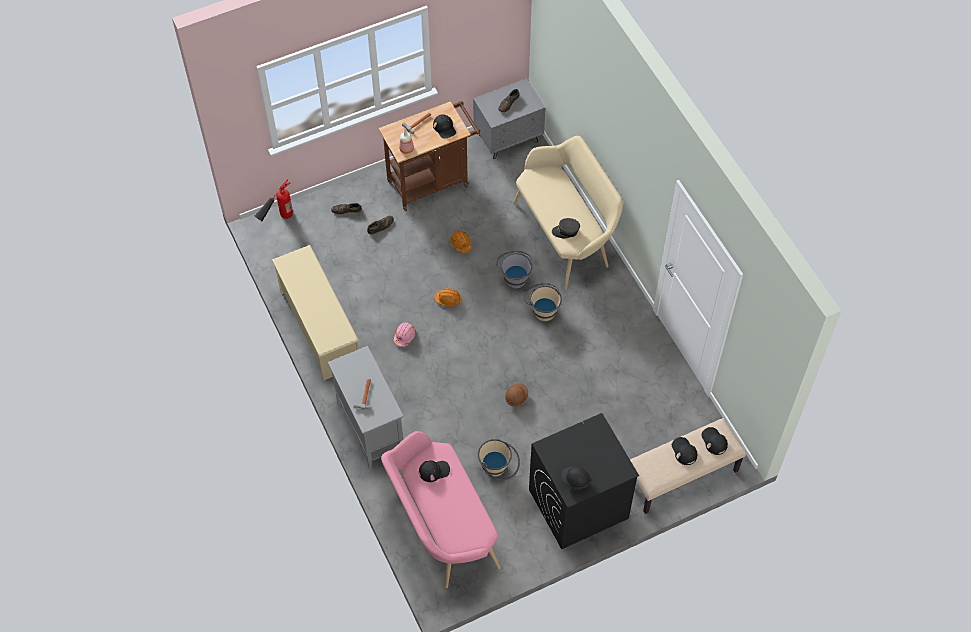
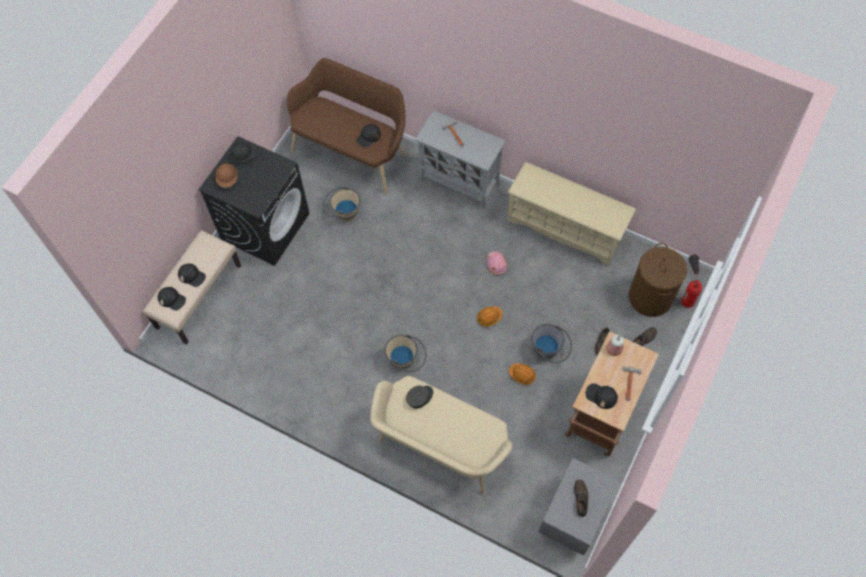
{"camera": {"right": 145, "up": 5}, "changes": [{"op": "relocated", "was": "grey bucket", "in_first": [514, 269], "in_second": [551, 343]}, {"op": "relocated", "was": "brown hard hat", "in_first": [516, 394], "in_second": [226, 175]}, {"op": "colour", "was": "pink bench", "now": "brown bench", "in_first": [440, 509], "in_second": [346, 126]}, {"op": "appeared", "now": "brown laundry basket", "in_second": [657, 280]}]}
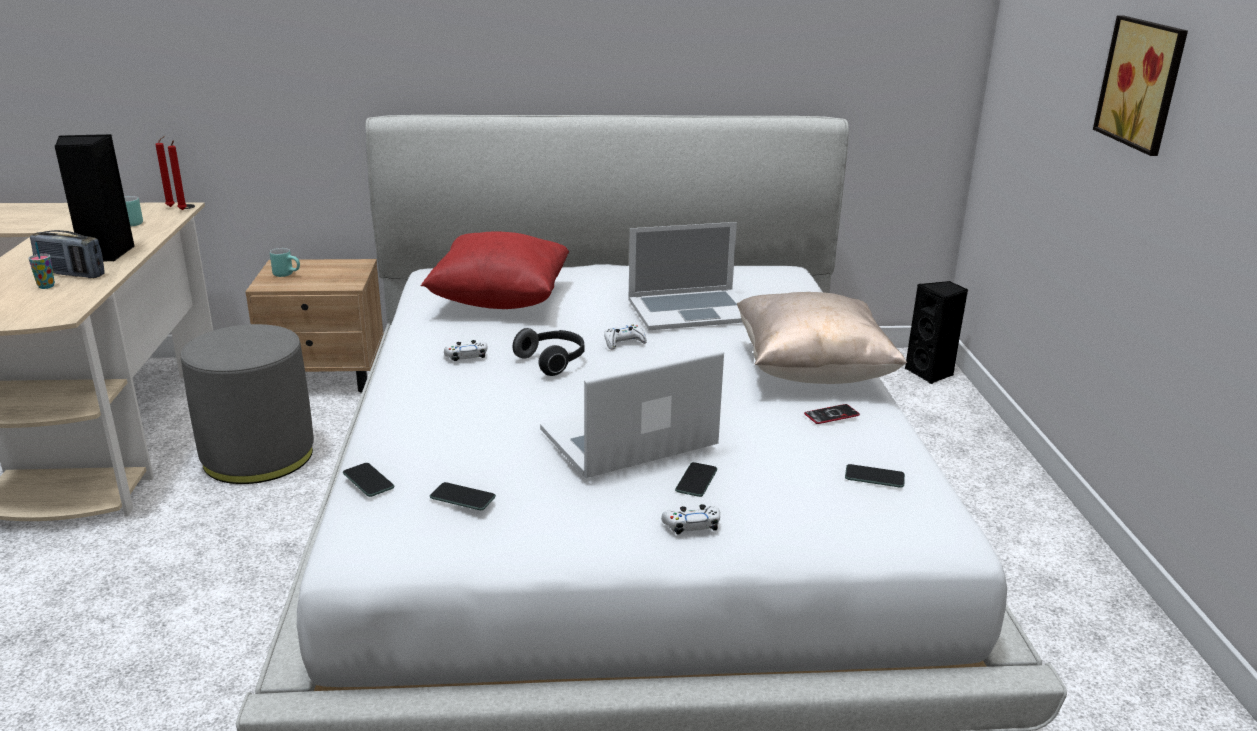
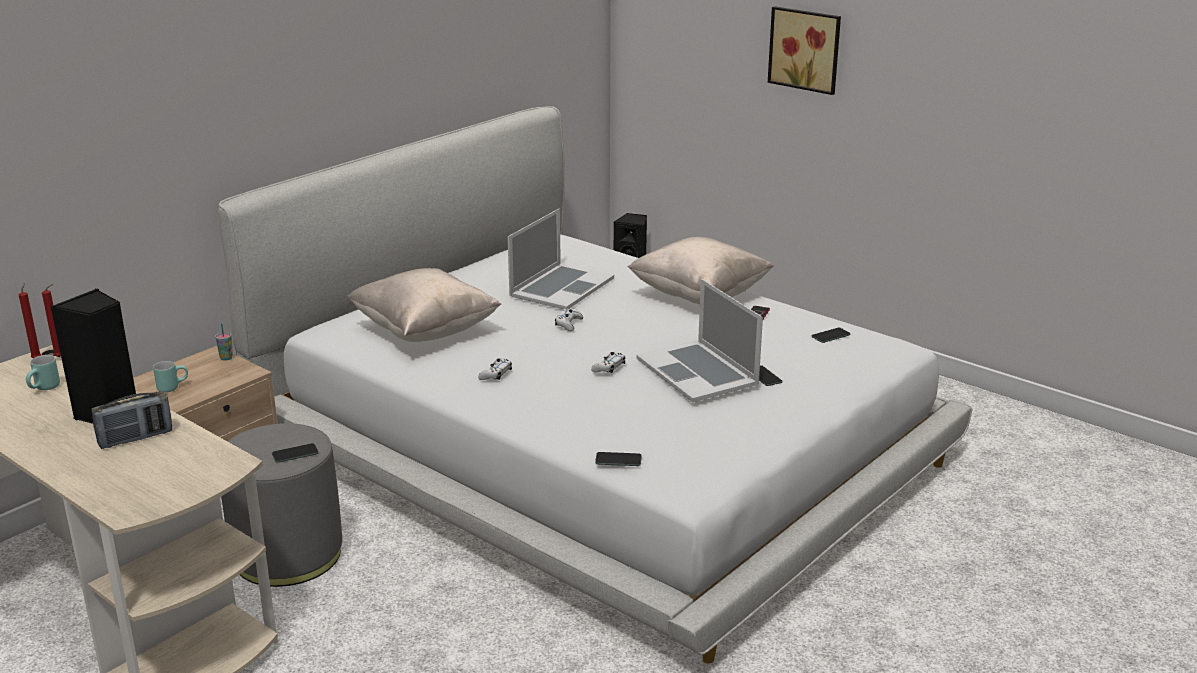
{"camera": {"right": -45, "up": 0}, "changes": [{"op": "colour", "was": "red pillow", "now": "beige pillow", "in_first": [495, 270], "in_second": [424, 305]}, {"op": "relocated", "was": "cup", "in_first": [41, 265], "in_second": [224, 342]}, {"op": "missing", "was": "headphones", "in_first": [549, 352]}, {"op": "spun", "was": "laptop", "in_first": [632, 414], "in_second": [699, 340], "clockwise": -45}, {"op": "relocated", "was": "phone", "in_first": [463, 496], "in_second": [295, 453]}, {"op": "relocated", "was": "white game controller", "in_first": [690, 519], "in_second": [608, 362]}]}
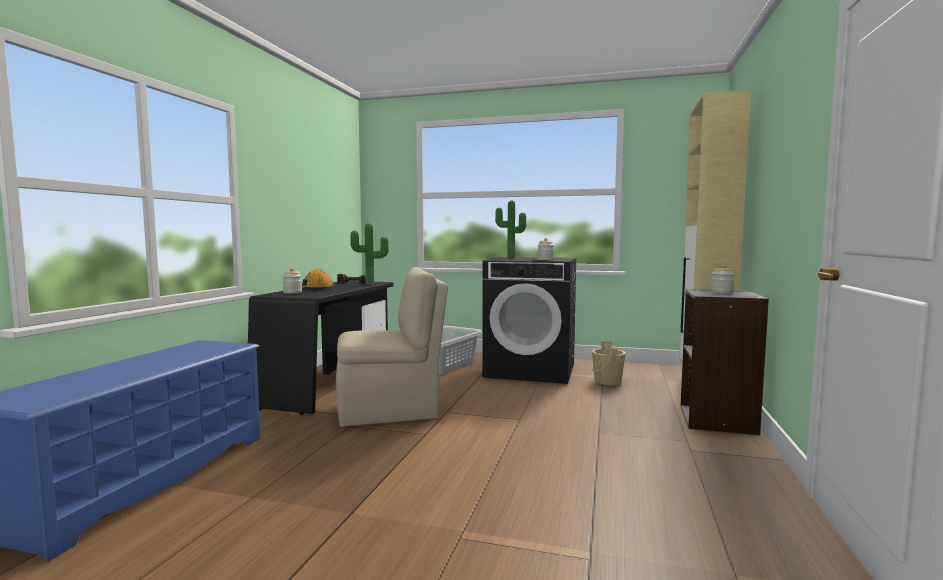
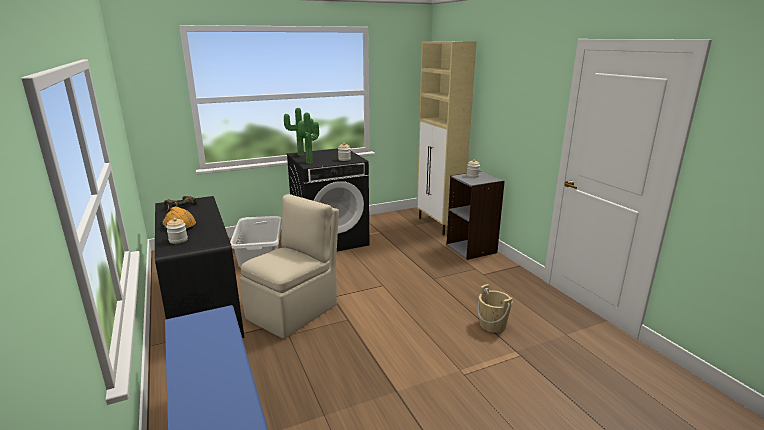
{"camera": {"right": -40, "up": 15}, "changes": [{"op": "relocated", "was": "potted plant", "in_first": [369, 254], "in_second": [308, 138]}, {"op": "relocated", "was": "beige bucket", "in_first": [609, 363], "in_second": [495, 308]}]}
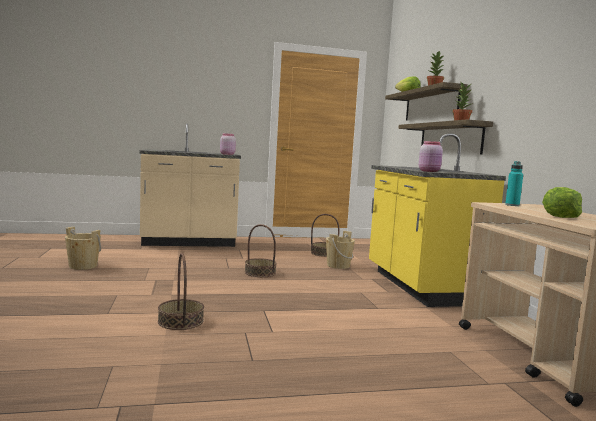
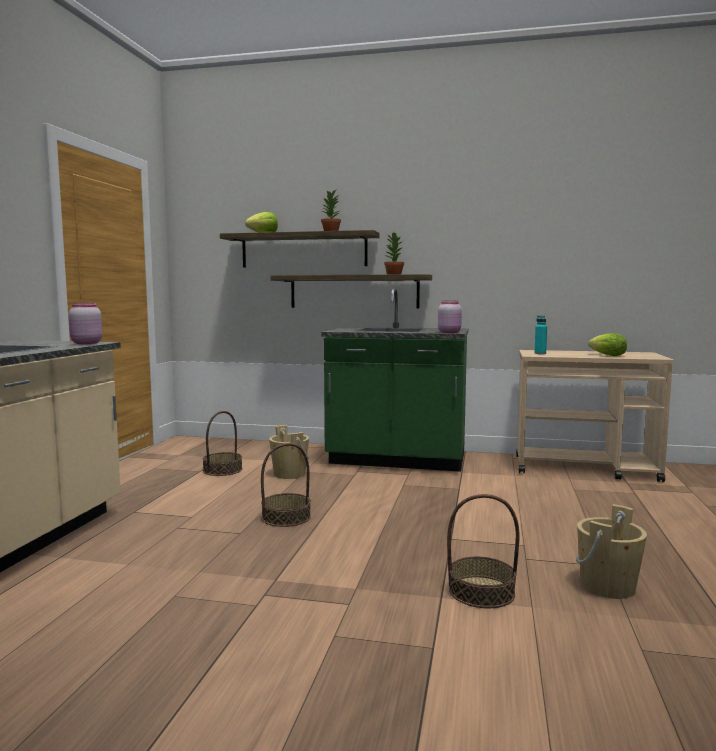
{"camera": {"right": -65, "up": 0}, "changes": [{"op": "colour", "was": "yellow counter", "now": "green counter", "in_first": [437, 220], "in_second": [395, 380]}, {"op": "relocated", "was": "beige bucket", "in_first": [83, 248], "in_second": [611, 551]}]}
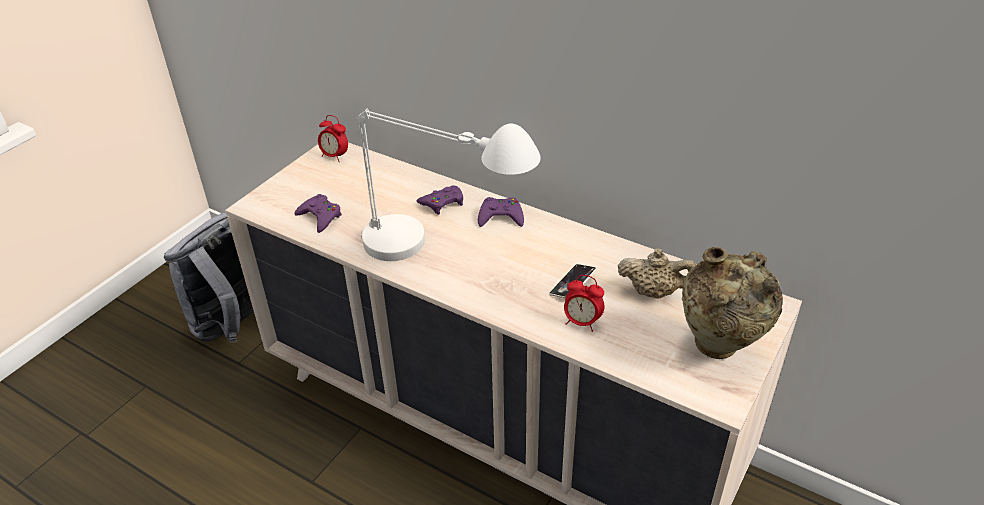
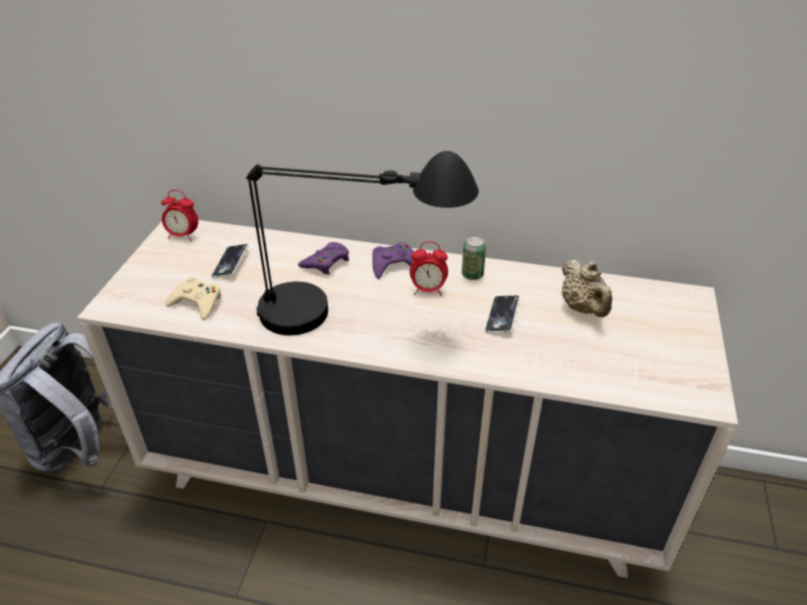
{"camera": {"right": -20, "up": 0}, "changes": [{"op": "colour", "was": "white table lamp", "now": "black table lamp", "in_first": [448, 184], "in_second": [362, 243]}, {"op": "colour", "was": "purple game controller", "now": "beige game controller", "in_first": [318, 213], "in_second": [193, 298]}, {"op": "missing", "was": "beige vase", "in_first": [732, 303]}, {"op": "spun", "was": "beige teapot", "in_first": [657, 273], "in_second": [587, 288], "clockwise": 75}, {"op": "relocated", "was": "alarm clock", "in_first": [584, 303], "in_second": [429, 269]}, {"op": "appeared", "now": "can", "in_second": [474, 258]}, {"op": "appeared", "now": "phone", "in_second": [229, 261]}]}
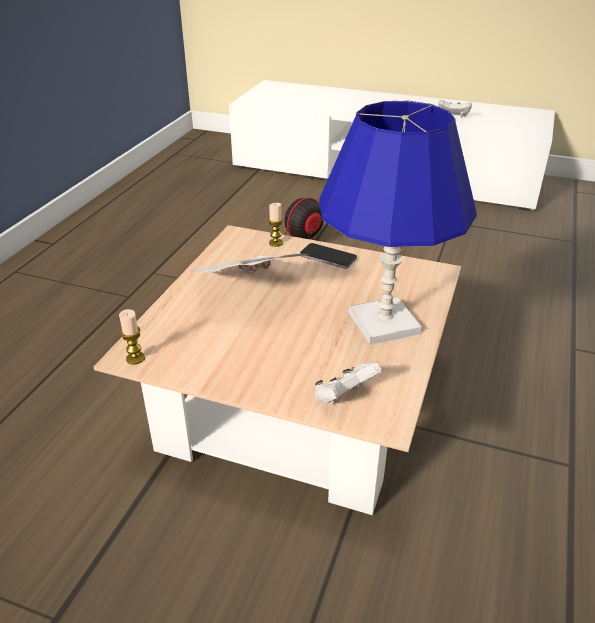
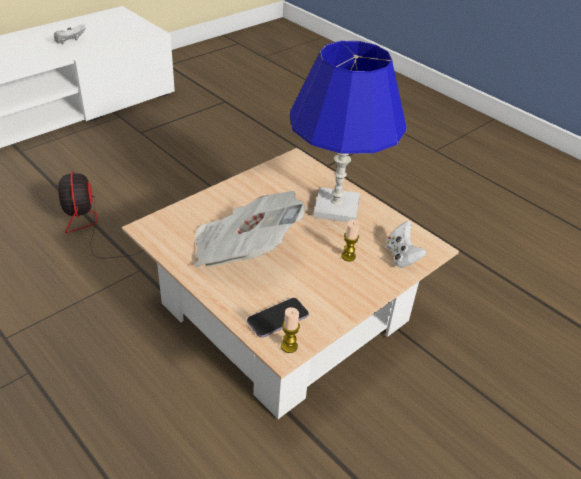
{"camera": {"right": -65, "up": 5}, "changes": [{"op": "relocated", "was": "candle", "in_first": [275, 225], "in_second": [350, 241]}, {"op": "relocated", "was": "phone", "in_first": [328, 256], "in_second": [278, 318]}]}
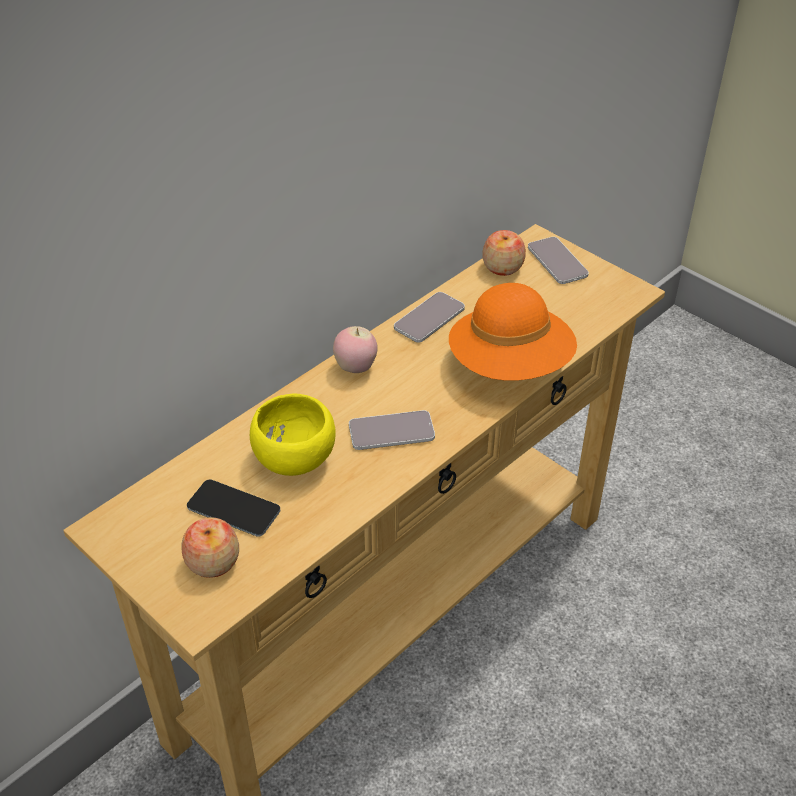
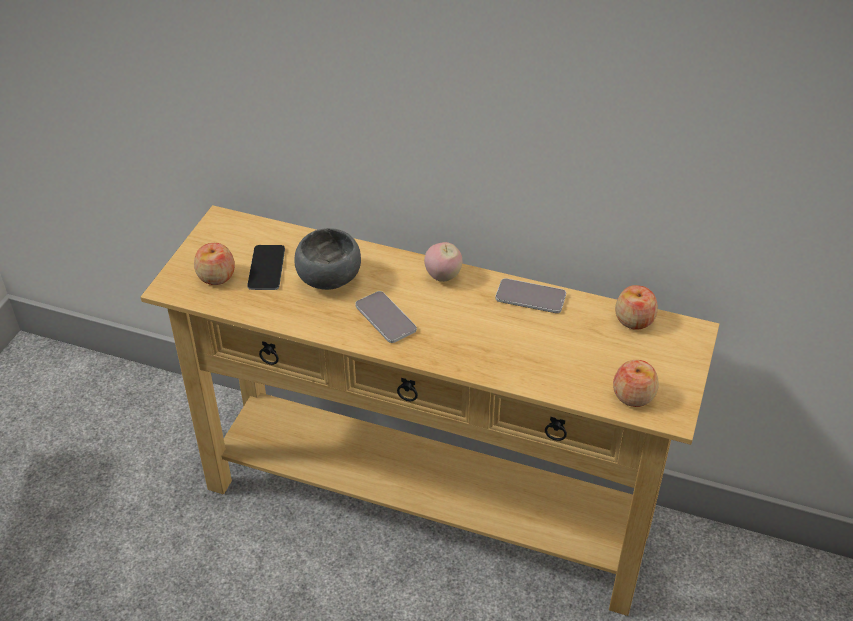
{"camera": {"right": 65, "up": 0}, "changes": [{"op": "missing", "was": "phone", "in_first": [558, 260]}, {"op": "missing", "was": "orange hat", "in_first": [513, 332]}, {"op": "colour", "was": "yellow bowl", "now": "grey bowl", "in_first": [293, 434], "in_second": [328, 259]}, {"op": "appeared", "now": "apple", "in_second": [636, 383]}]}
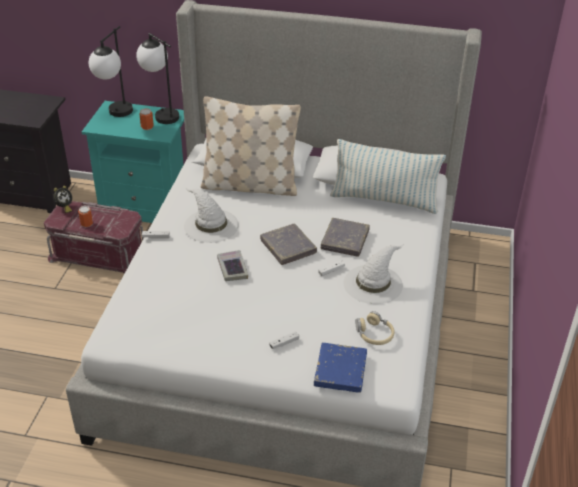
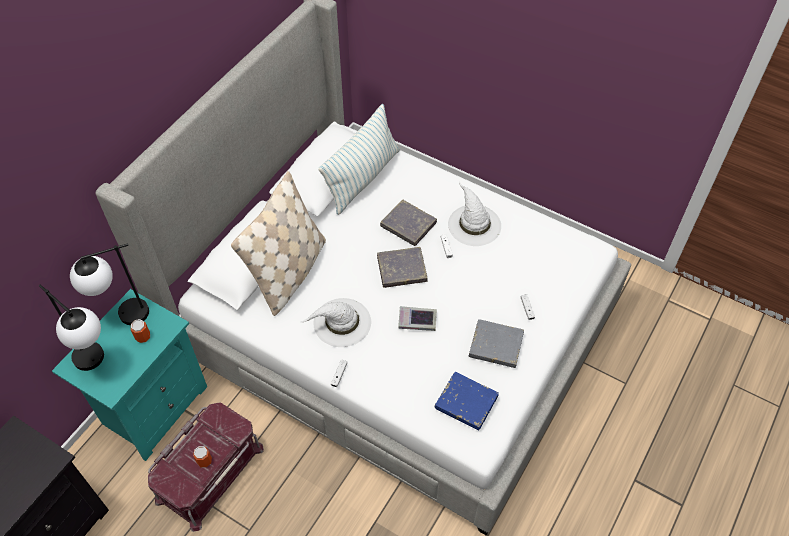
{"camera": {"right": -70, "up": 15}, "changes": [{"op": "missing", "was": "alarm clock", "in_first": [62, 199]}, {"op": "missing", "was": "beige headphones", "in_first": [375, 328]}, {"op": "relocated", "was": "blue book", "in_first": [340, 368], "in_second": [466, 401]}, {"op": "appeared", "now": "grey book", "in_second": [496, 343]}]}
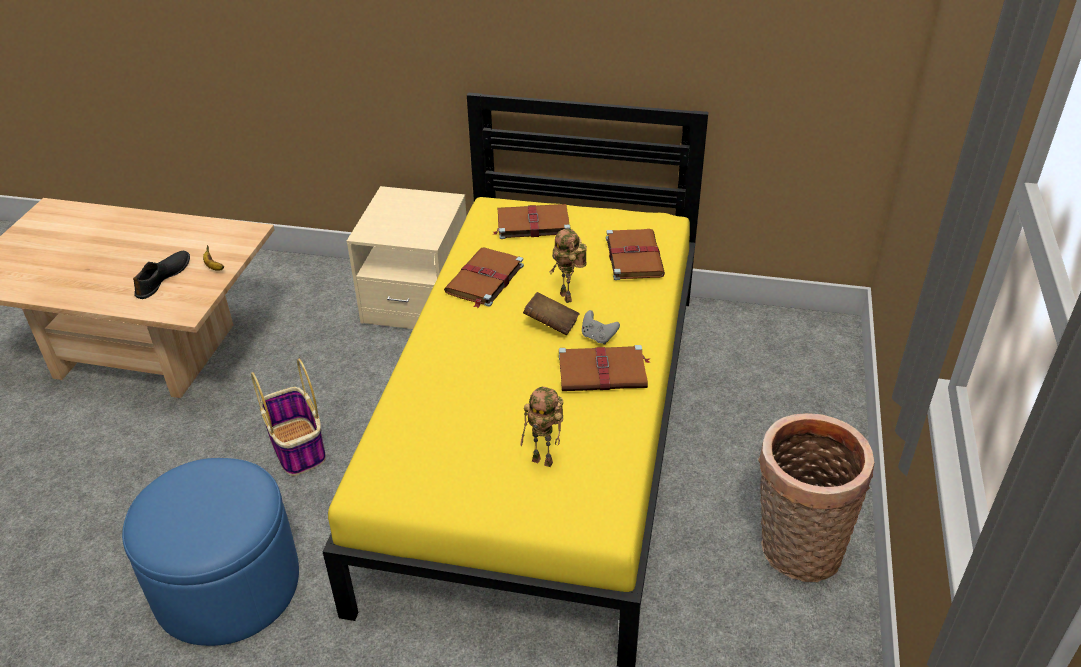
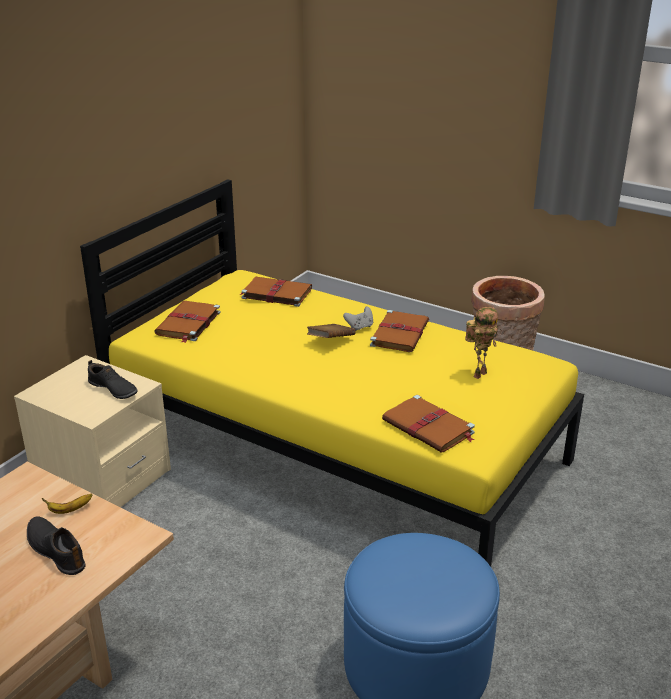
{"camera": {"right": -70, "up": -10}, "changes": [{"op": "missing", "was": "toy robot", "in_first": [568, 266]}, {"op": "relocated", "was": "brown book", "in_first": [484, 278], "in_second": [428, 424]}, {"op": "missing", "was": "basket", "in_first": [288, 417]}, {"op": "appeared", "now": "black shoe", "in_second": [113, 379]}]}
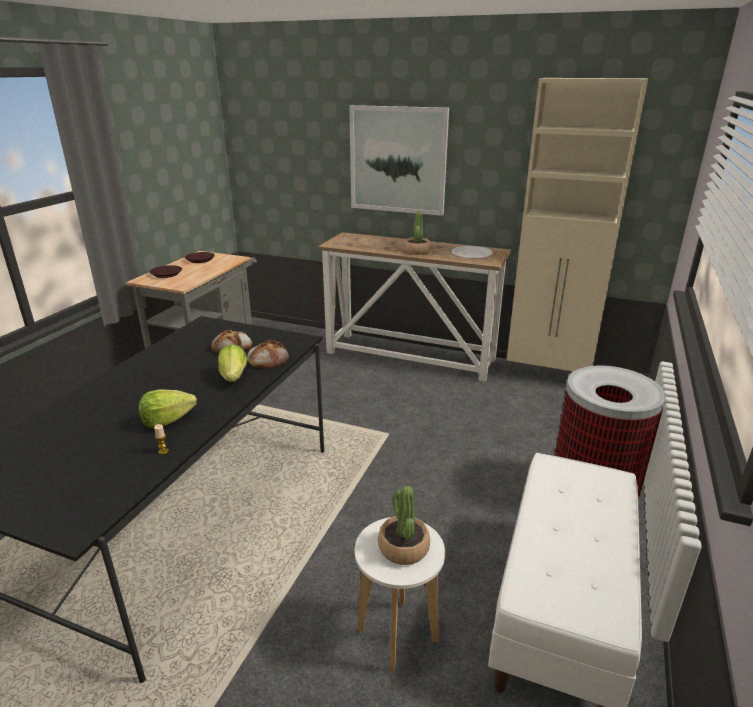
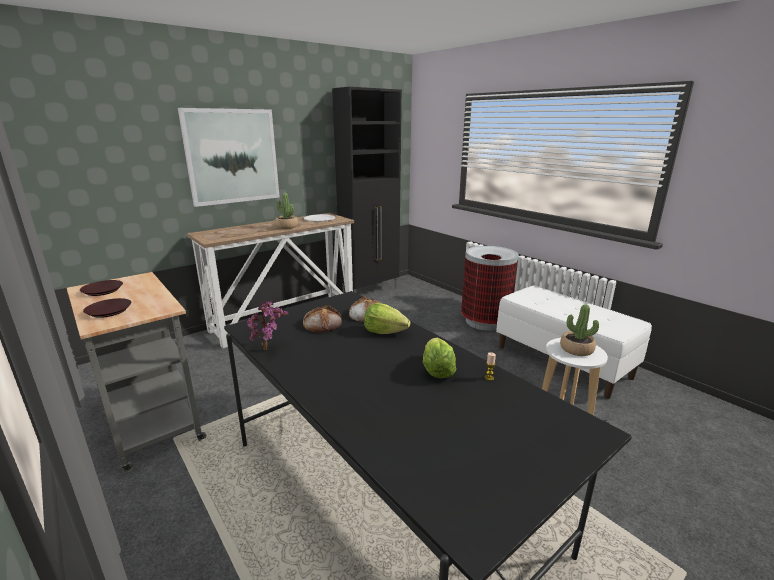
{"camera": {"right": -60, "up": -5}, "changes": [{"op": "colour", "was": "beige cabinet", "now": "black cabinet", "in_first": [577, 227], "in_second": [367, 190]}, {"op": "appeared", "now": "potted plant", "in_second": [268, 325]}]}
